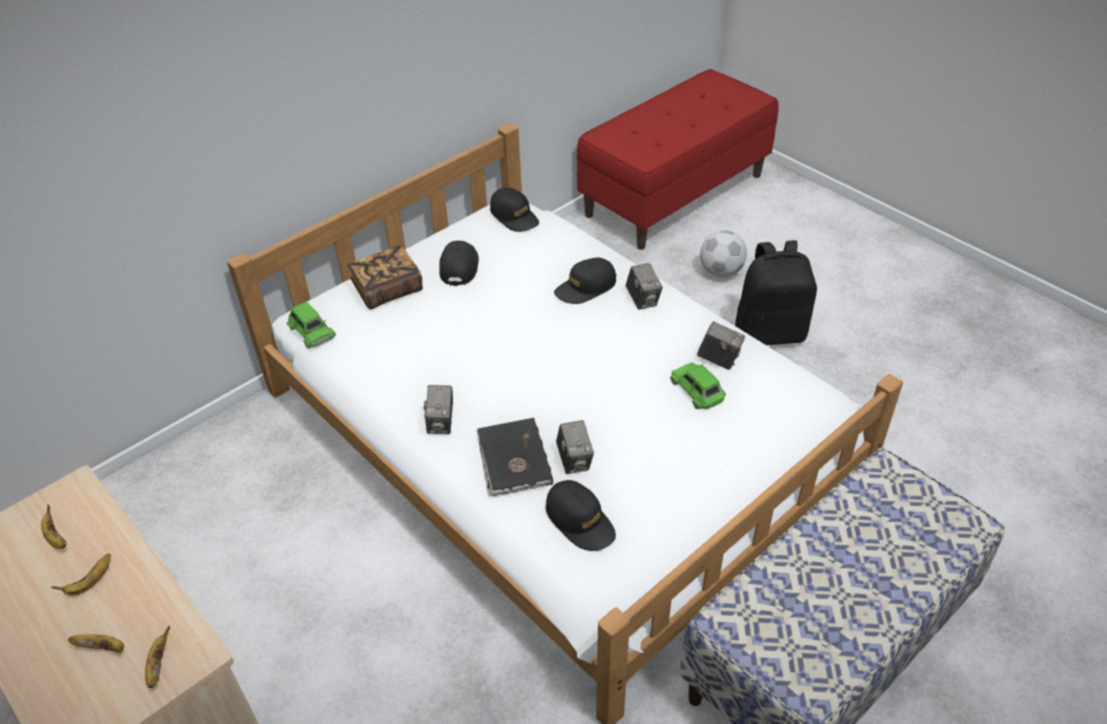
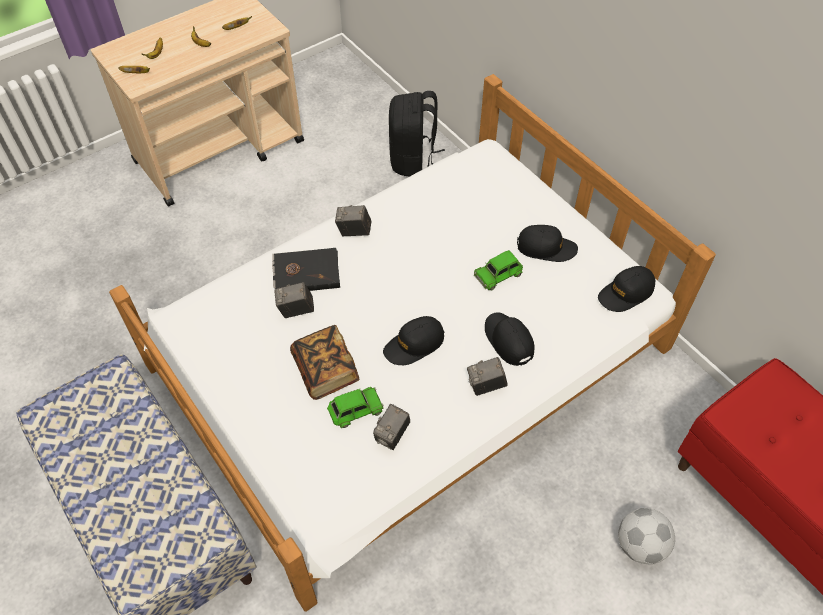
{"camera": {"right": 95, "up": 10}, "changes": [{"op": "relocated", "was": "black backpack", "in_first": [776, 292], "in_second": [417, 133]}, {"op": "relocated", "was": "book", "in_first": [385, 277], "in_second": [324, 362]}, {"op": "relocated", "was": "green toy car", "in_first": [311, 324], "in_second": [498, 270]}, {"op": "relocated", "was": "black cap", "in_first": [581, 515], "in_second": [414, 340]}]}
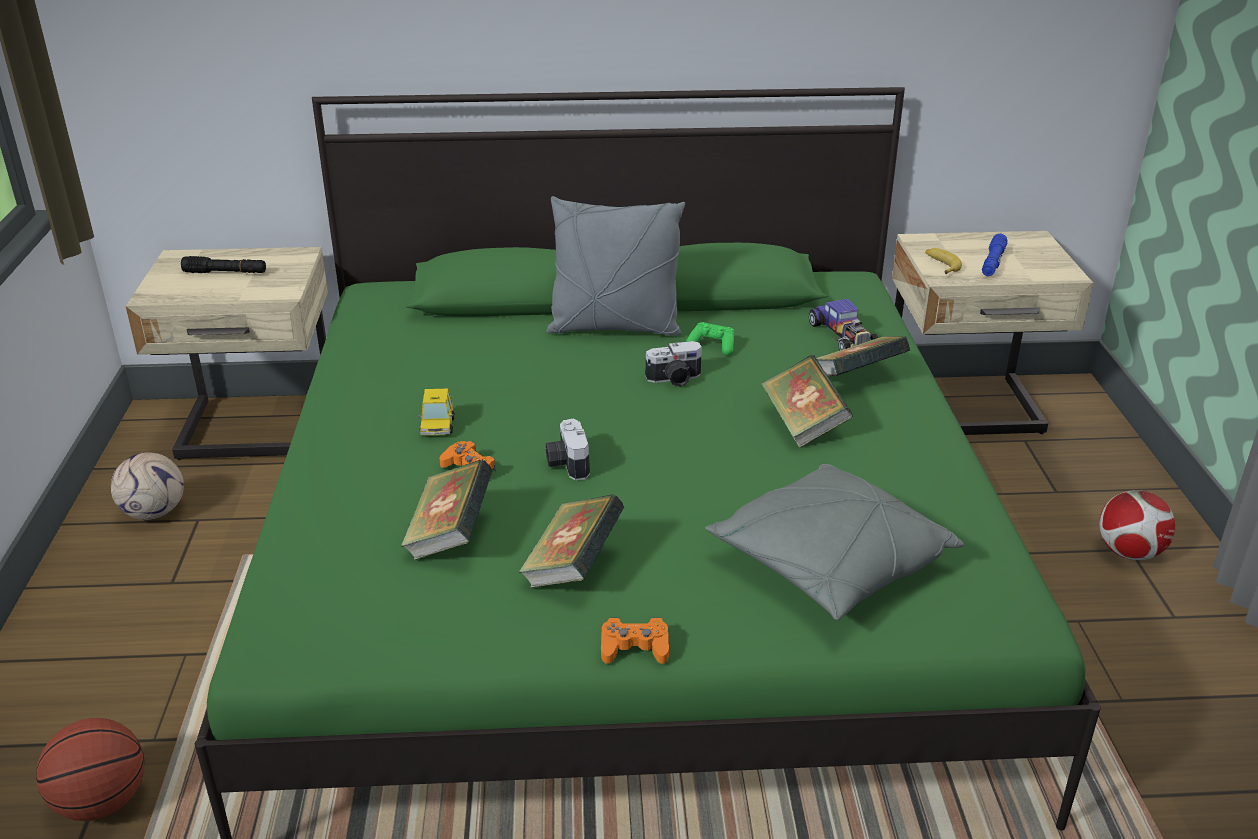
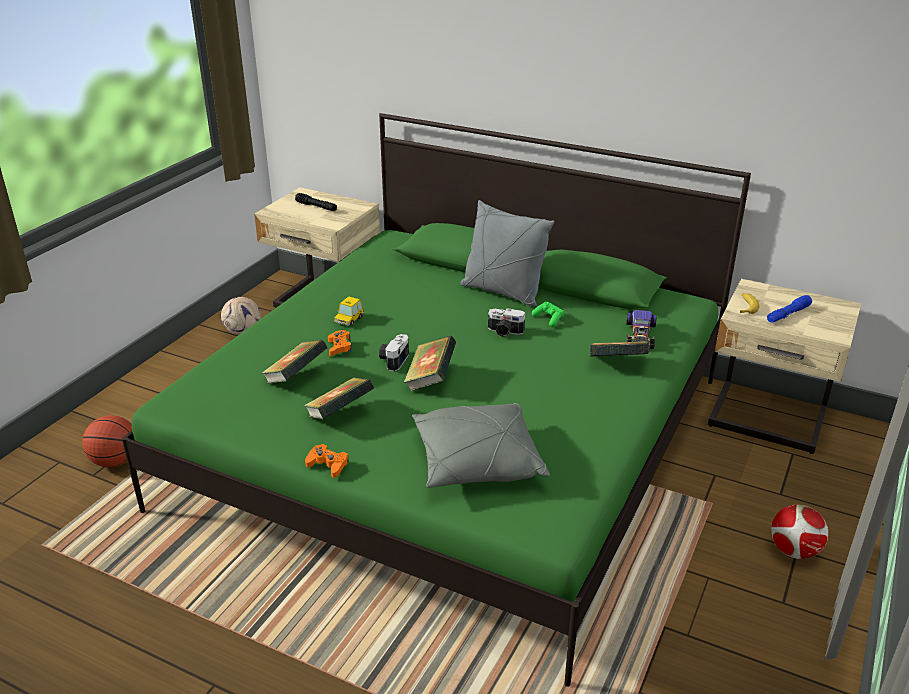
{"camera": {"right": 30, "up": 0}, "changes": [{"op": "relocated", "was": "book", "in_first": [807, 401], "in_second": [430, 363]}]}
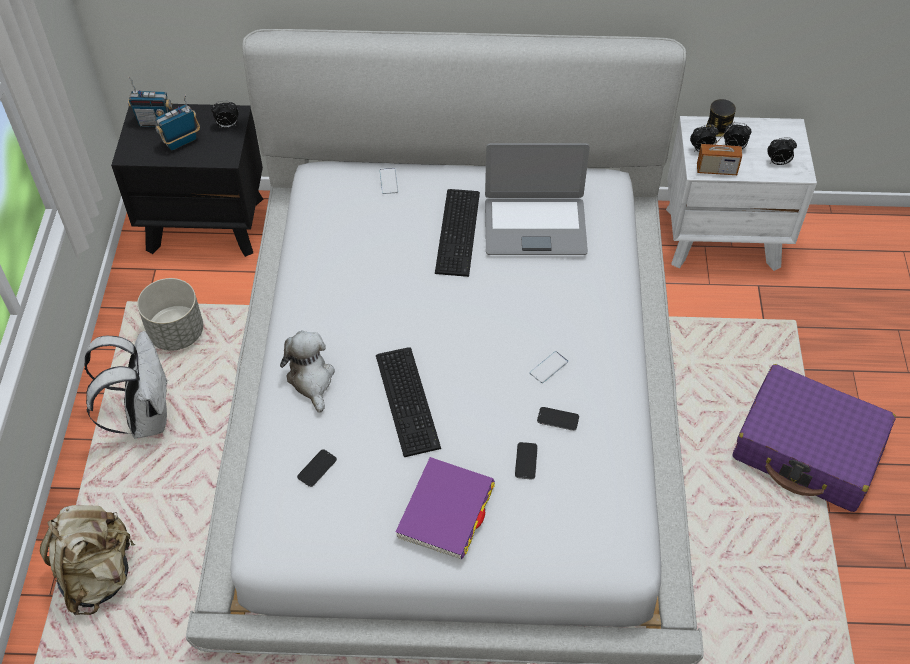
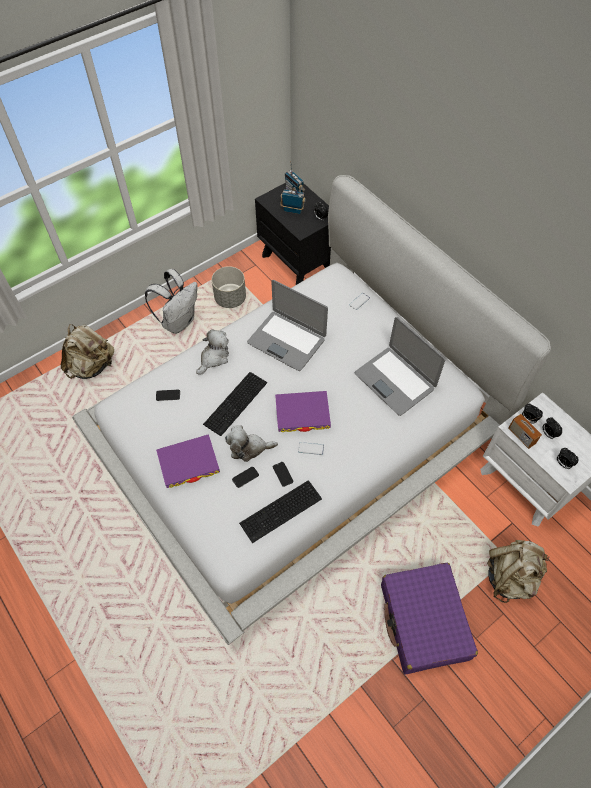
{"camera": {"right": 50, "up": 5}, "changes": [{"op": "missing", "was": "can", "in_first": [721, 118]}, {"op": "relocated", "was": "keyboard", "in_first": [457, 233], "in_second": [280, 511]}, {"op": "appeared", "now": "laptop", "in_second": [287, 325]}, {"op": "appeared", "now": "purple book", "in_second": [303, 411]}, {"op": "appeared", "now": "plush toy", "in_second": [251, 443]}, {"op": "appeared", "now": "beige backpack", "in_second": [518, 571]}]}
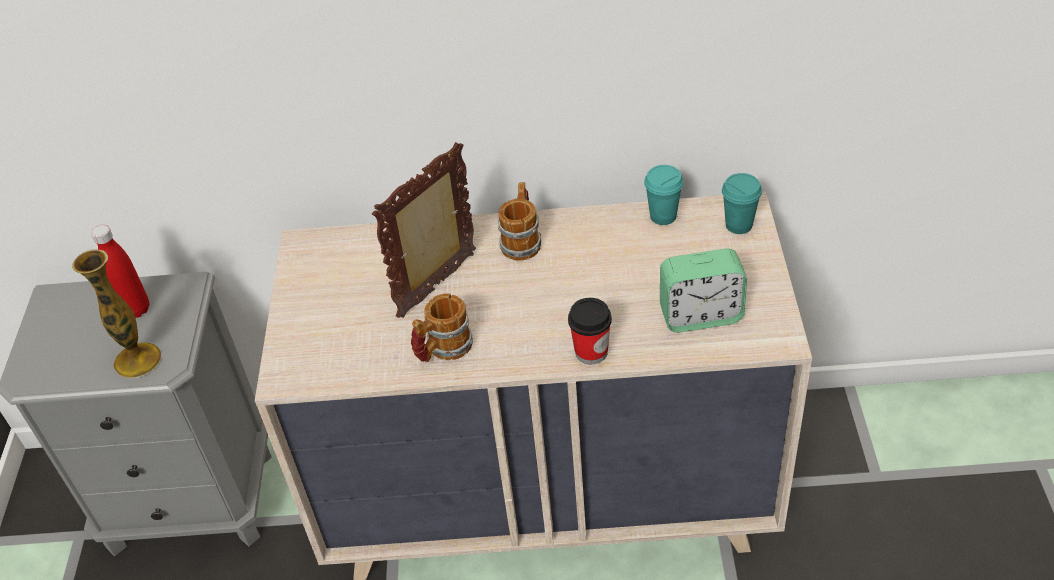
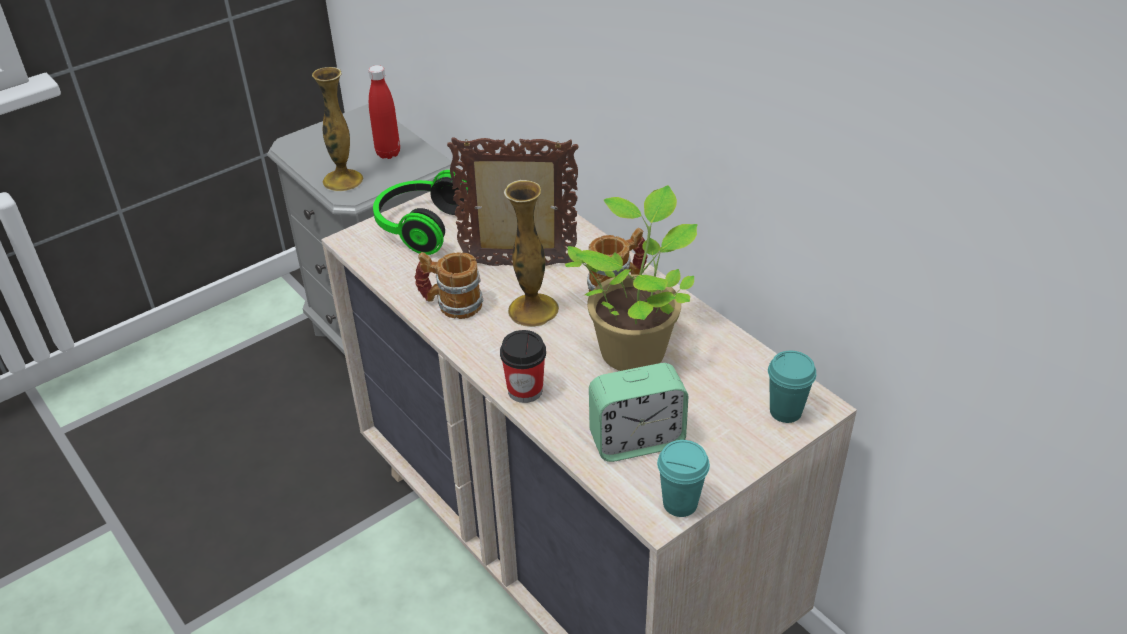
{"camera": {"right": 50, "up": -5}, "changes": [{"op": "relocated", "was": "turquoise cup", "in_first": [664, 195], "in_second": [683, 478]}, {"op": "spun", "was": "alarm clock", "in_first": [703, 290], "in_second": [638, 412], "clockwise": -60}, {"op": "appeared", "now": "headphones", "in_second": [420, 212]}, {"op": "appeared", "now": "vase", "in_second": [531, 253]}, {"op": "appeared", "now": "potted plant", "in_second": [631, 278]}]}
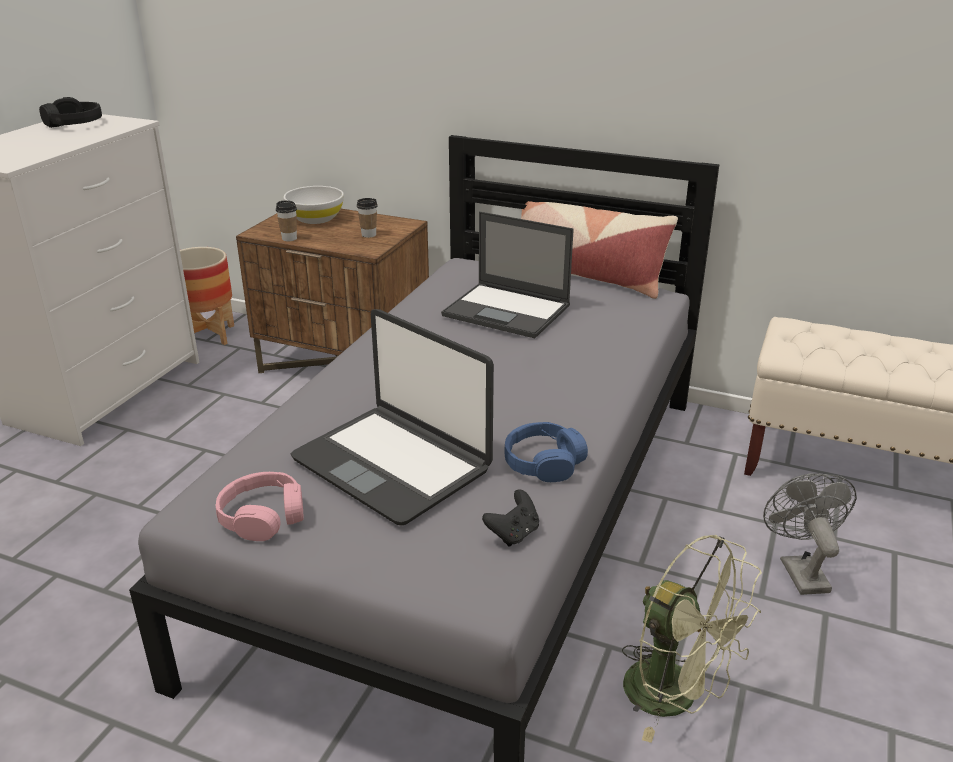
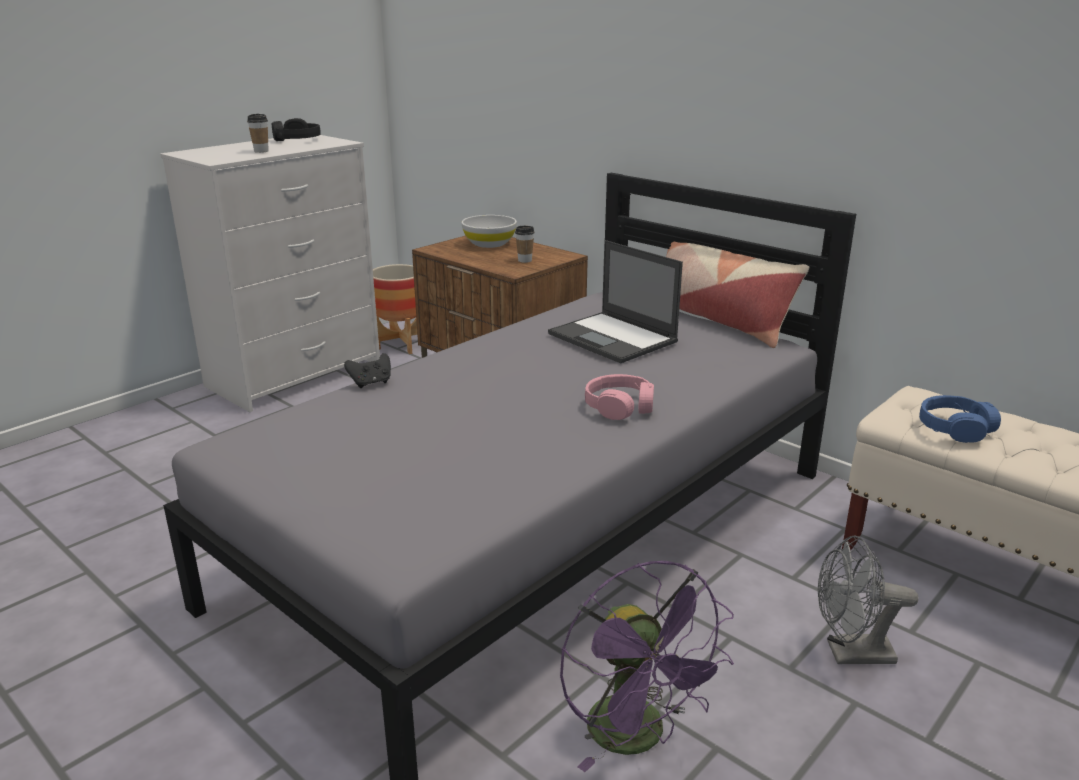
{"camera": {"right": 20, "up": -5}, "changes": [{"op": "relocated", "was": "cup", "in_first": [286, 220], "in_second": [258, 133]}, {"op": "missing", "was": "laptop", "in_first": [392, 417]}, {"op": "relocated", "was": "blue headphones", "in_first": [546, 452], "in_second": [960, 419]}, {"op": "relocated", "was": "pink headphones", "in_first": [260, 506], "in_second": [619, 397]}, {"op": "spun", "was": "grey fan", "in_first": [810, 534], "in_second": [868, 599], "clockwise": -105}, {"op": "relocated", "was": "black game controller", "in_first": [510, 518], "in_second": [367, 370]}, {"op": "colour", "was": "green fan", "now": "purple fan", "in_first": [692, 639], "in_second": [647, 666]}]}
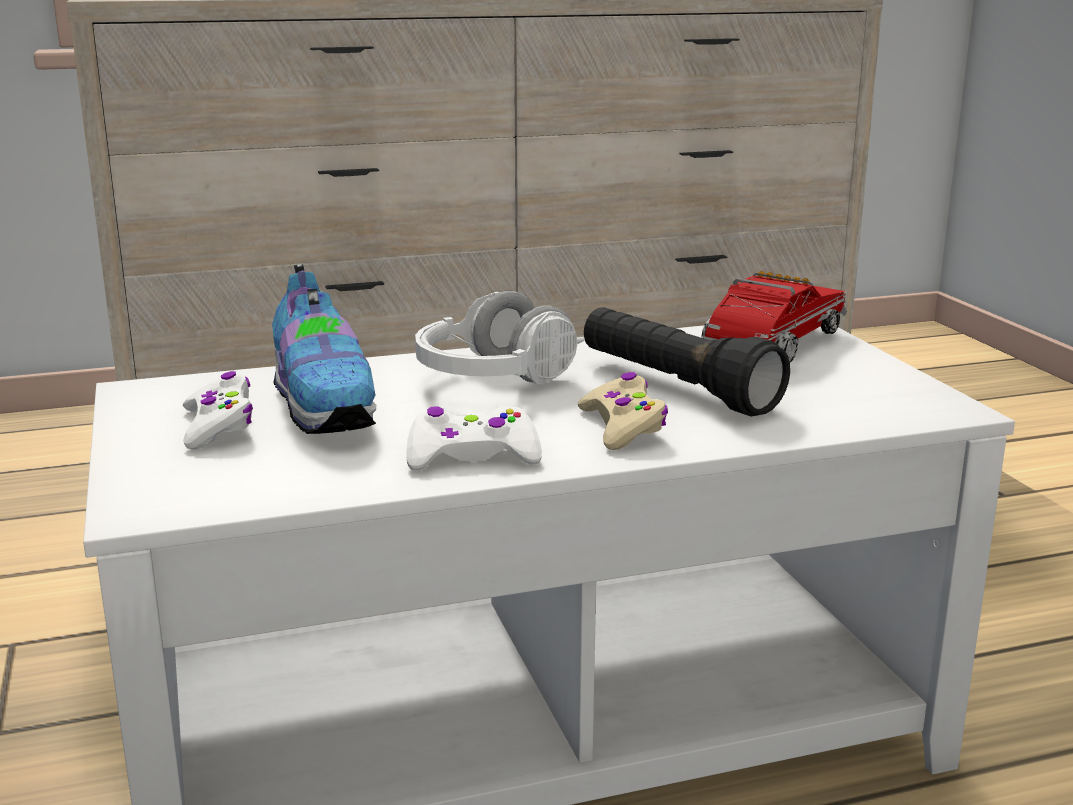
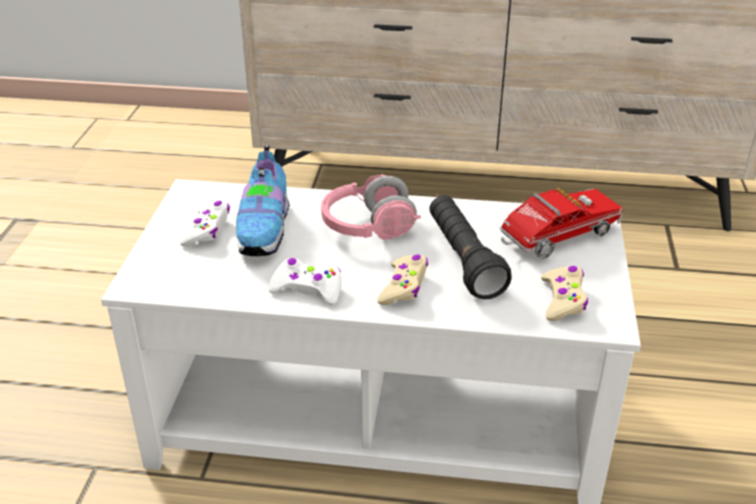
{"camera": {"right": 25, "up": 15}, "changes": [{"op": "colour", "was": "white headphones", "now": "pink headphones", "in_first": [500, 337], "in_second": [371, 207]}, {"op": "appeared", "now": "beige game controller", "in_second": [564, 293]}]}
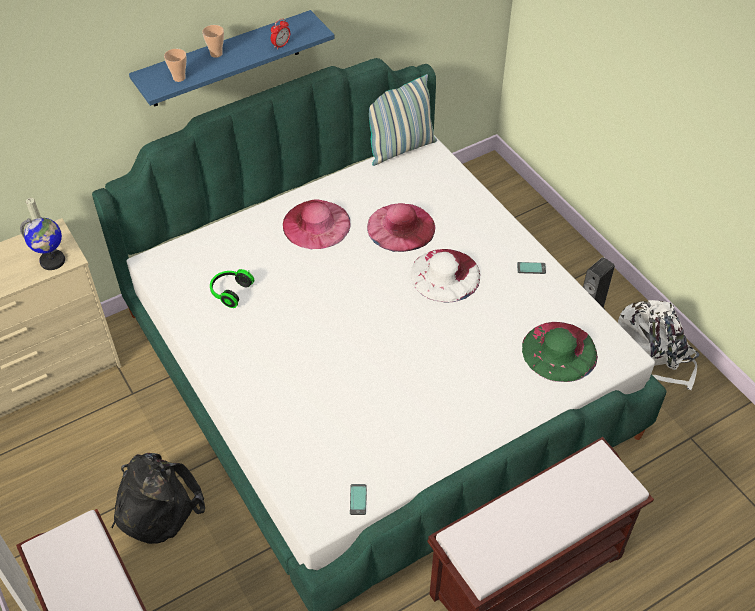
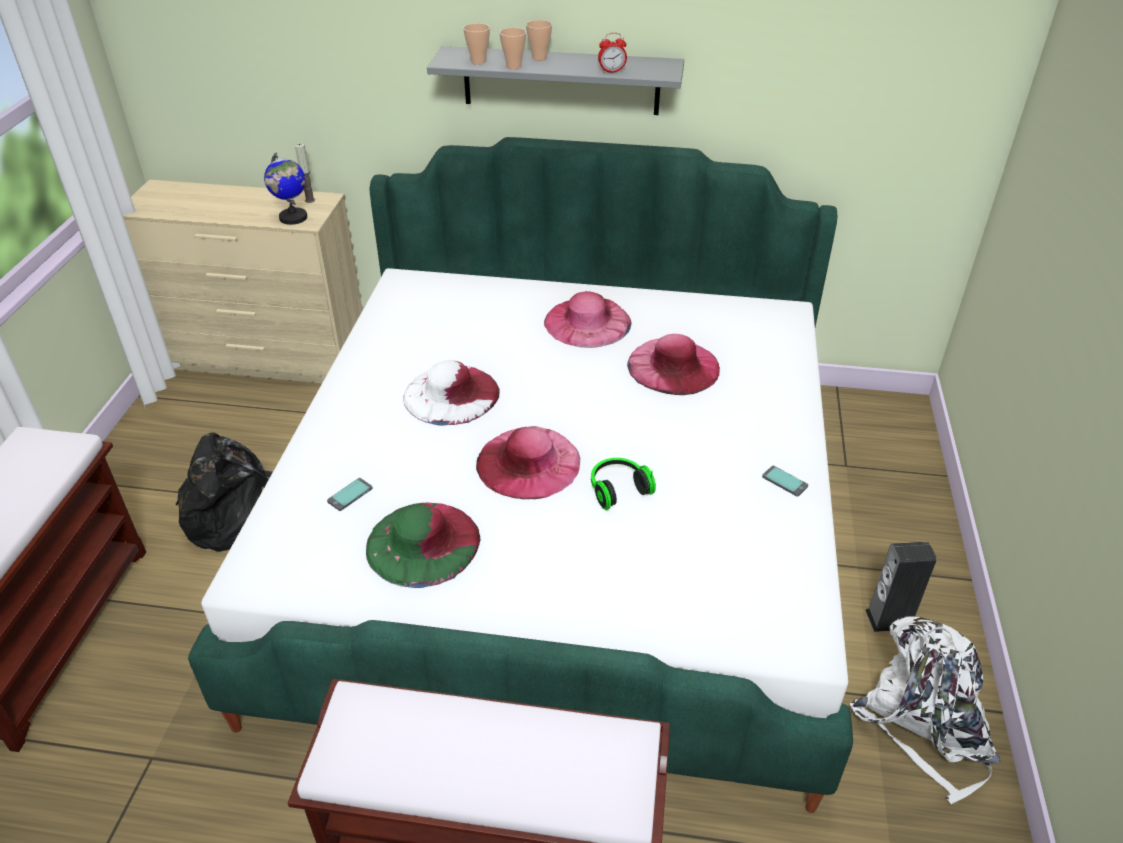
{"camera": {"right": 40, "up": -10}, "changes": [{"op": "colour", "was": "blue shelf", "now": "grey shelf", "in_first": [232, 58], "in_second": [555, 80]}, {"op": "missing", "was": "pillow", "in_first": [403, 120]}, {"op": "relocated", "was": "white hat", "in_first": [445, 275], "in_second": [451, 392]}, {"op": "relocated", "was": "headphones", "in_first": [232, 288], "in_second": [623, 484]}, {"op": "relocated", "was": "green hat", "in_first": [560, 352], "in_second": [423, 545]}, {"op": "relocated", "was": "phone", "in_first": [358, 499], "in_second": [350, 494]}, {"op": "appeared", "now": "cup", "in_second": [513, 48]}, {"op": "appeared", "now": "pink hat", "in_second": [528, 462]}]}
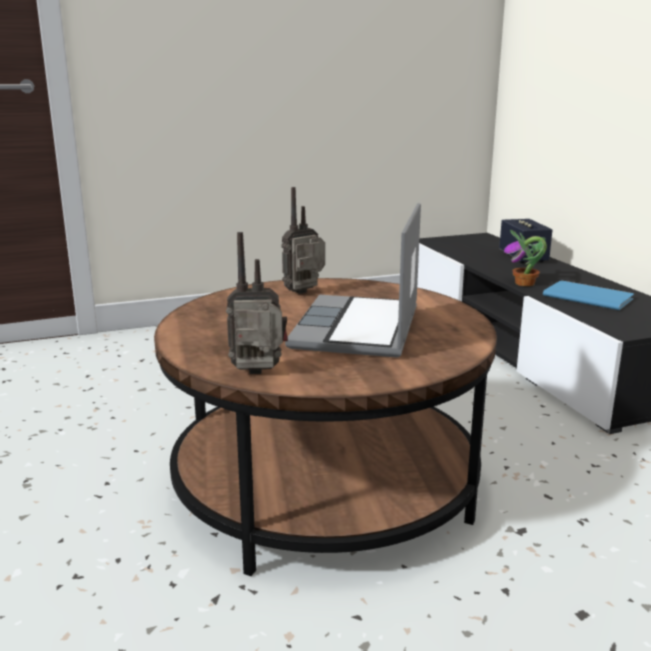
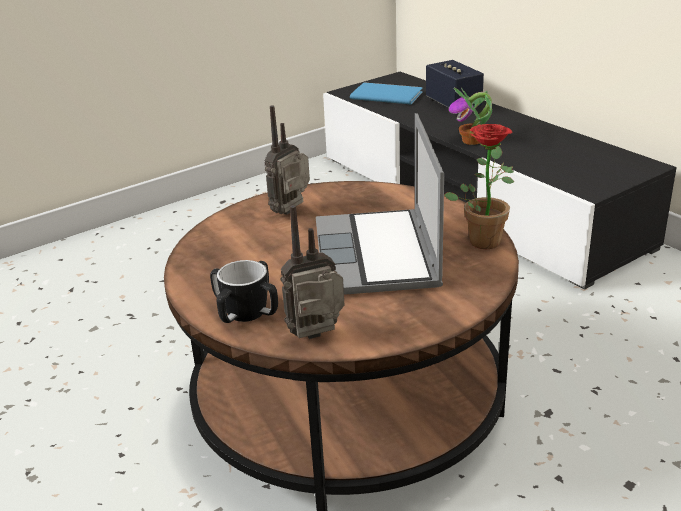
{"camera": {"right": -15, "up": 10}, "changes": [{"op": "relocated", "was": "blue book", "in_first": [588, 295], "in_second": [386, 93]}, {"op": "appeared", "now": "potted plant", "in_second": [479, 186]}, {"op": "appeared", "now": "mug", "in_second": [244, 291]}]}
